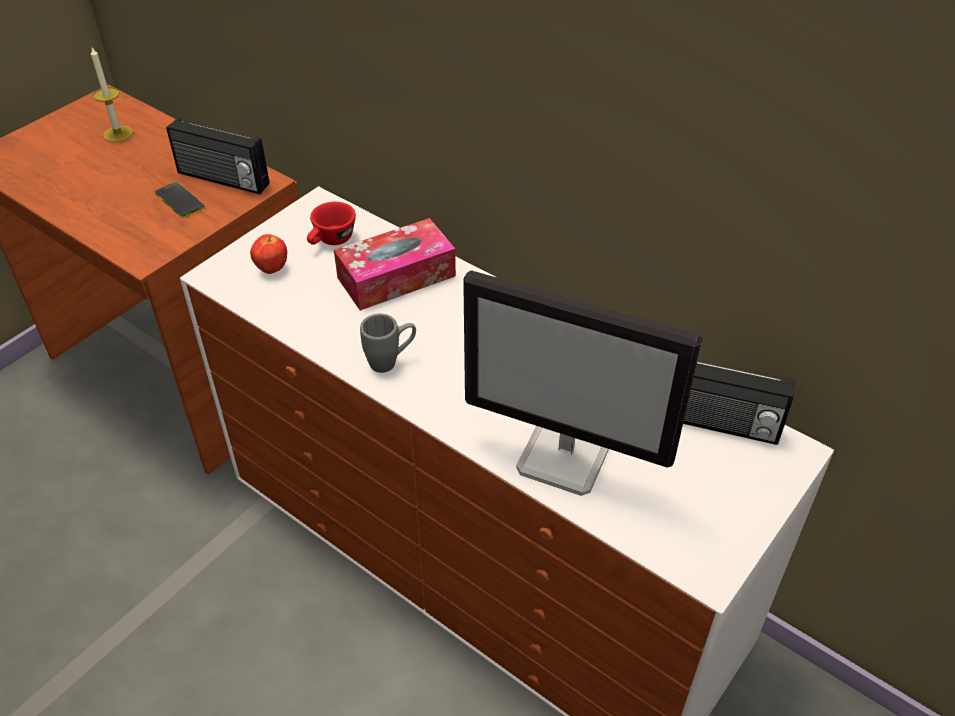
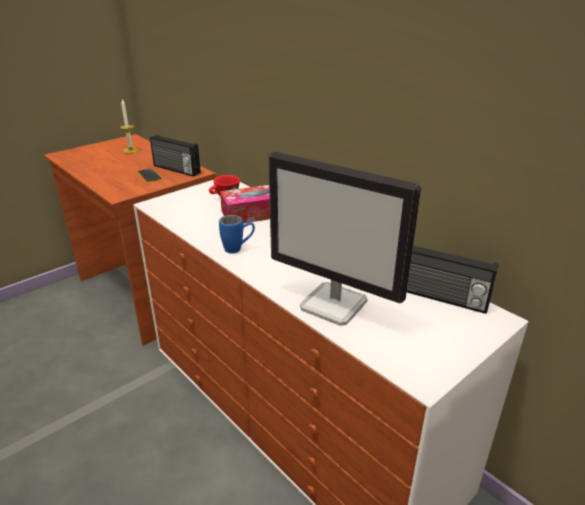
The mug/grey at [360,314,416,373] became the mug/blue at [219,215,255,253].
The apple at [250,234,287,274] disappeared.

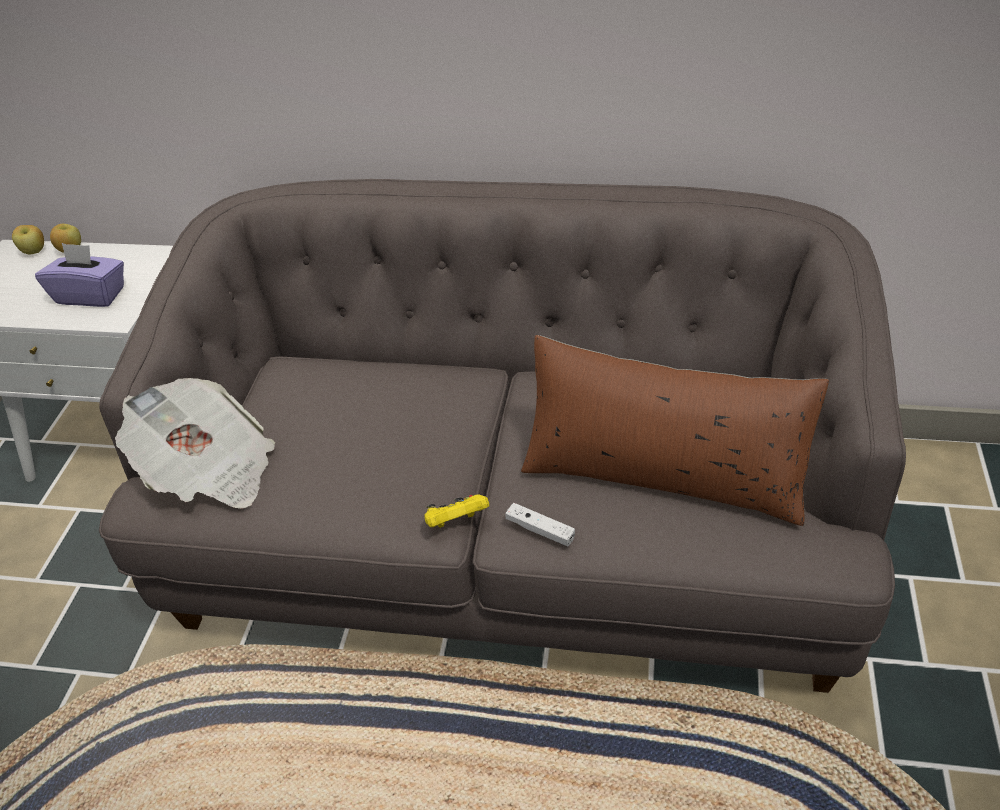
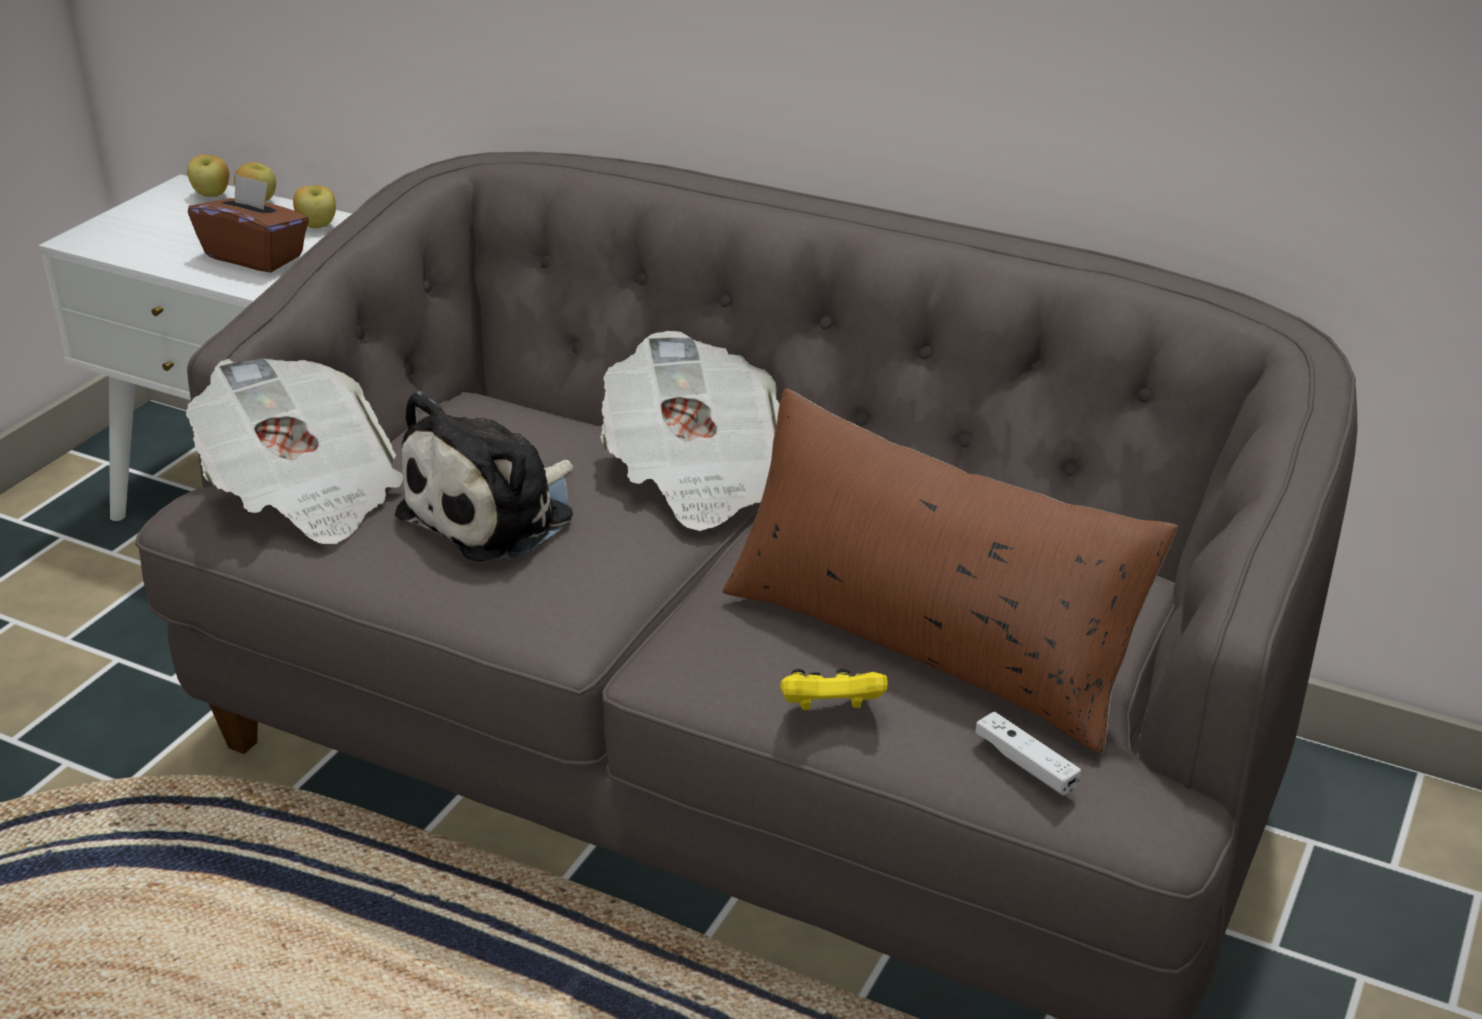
The tissue box/purple at [35,243,124,307] became the tissue box/brown at [188,174,309,273].
The apple at [293,185,336,228] appeared.
The plush toy at [395,391,573,562] appeared.
The newspaper at [600,331,779,531] appeared.
The game controller/yellow moved from [424,495,489,528] to [780,669,888,710].
The game controller/white moved from [505,503,575,546] to [975,711,1081,795].

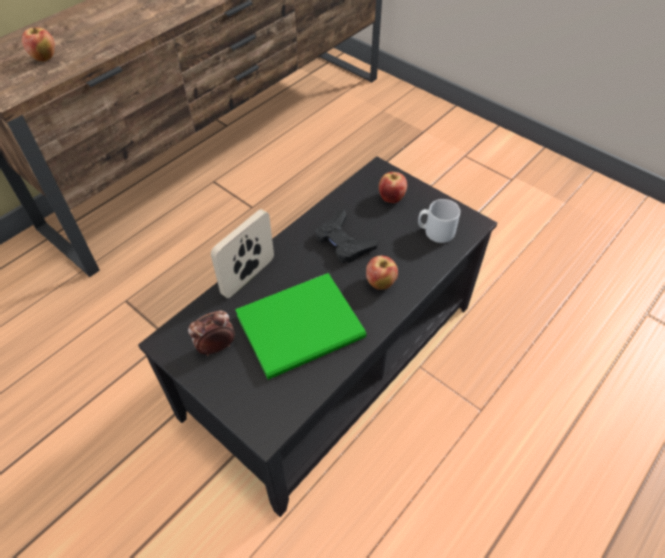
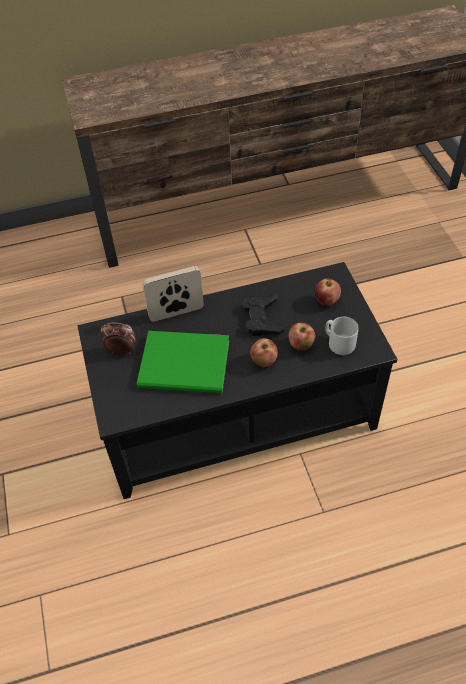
The apple moved from [22,27,55,61] to [289,323,315,351].

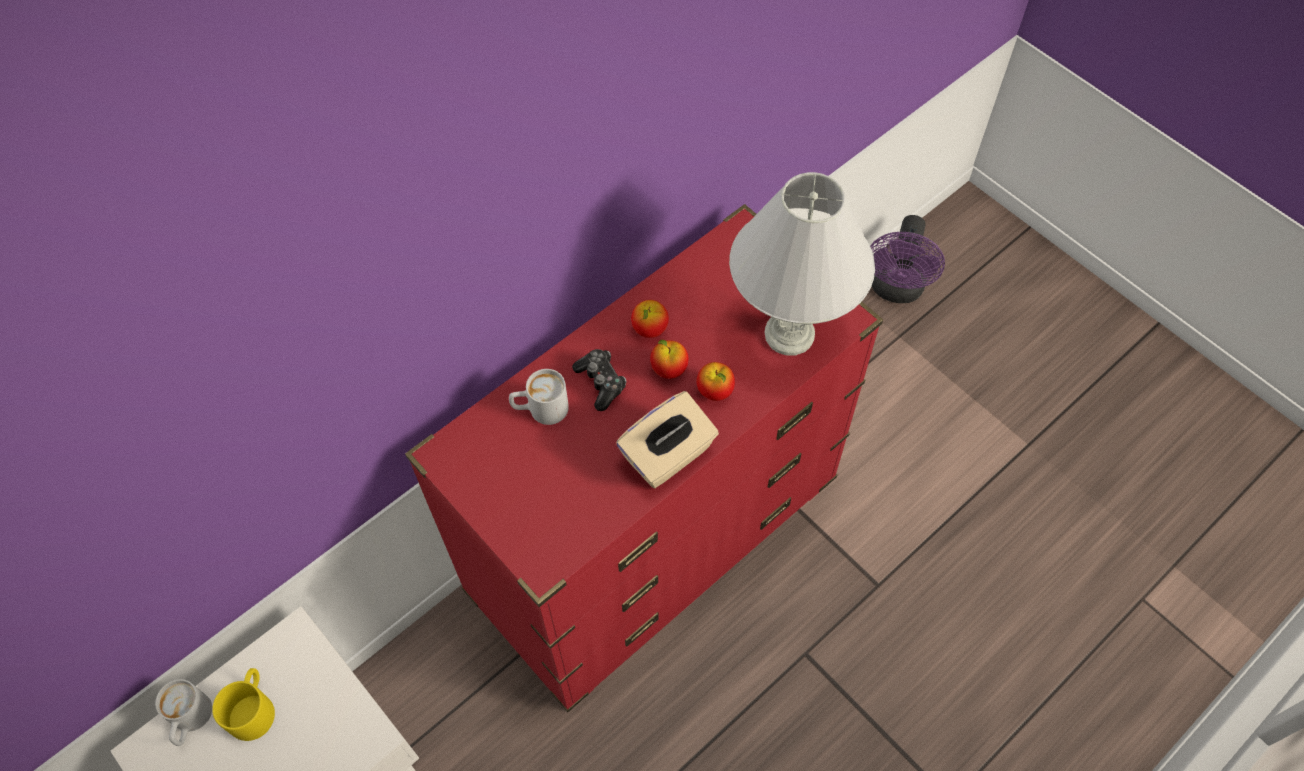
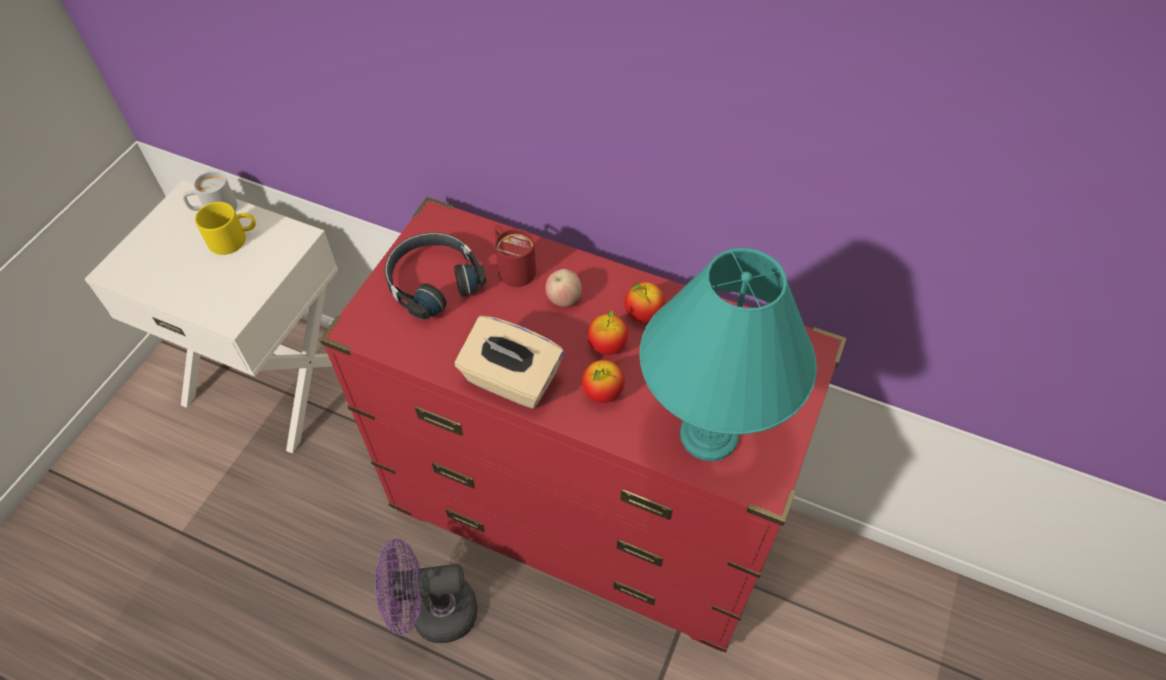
The fan/purple moved from [870,215,945,303] to [375,539,477,643].
The headphones/black at [385,232,486,320] appeared.
The mug/white at [509,369,569,425] became the mug/red at [495,226,536,287].
The game controller at [572,349,627,411] was replaced by the apple at [545,269,582,307].
The table lamp/white at [729,172,875,355] became the table lamp/turquoise at [639,248,817,461].

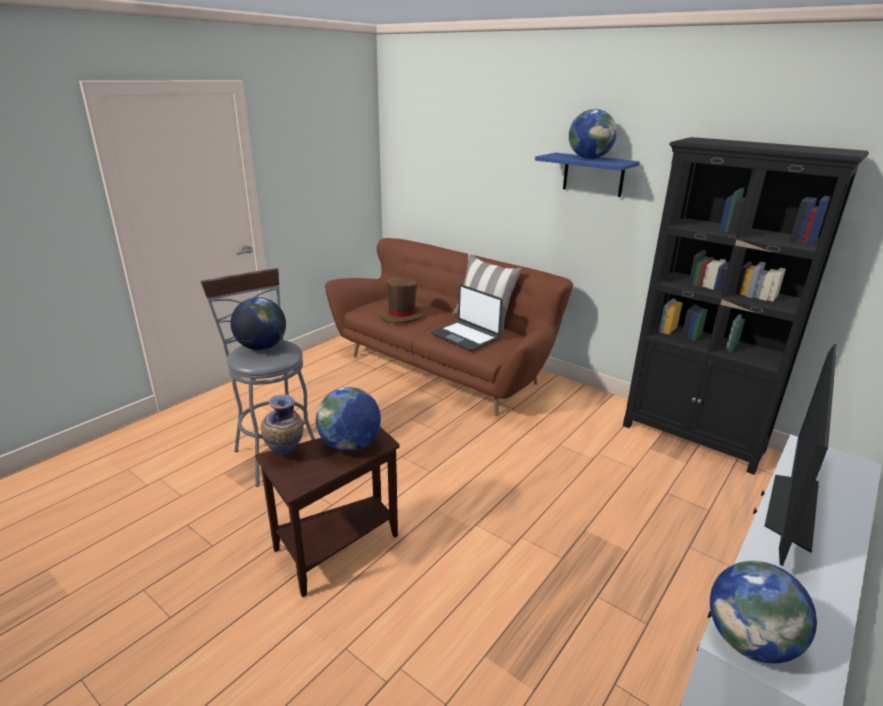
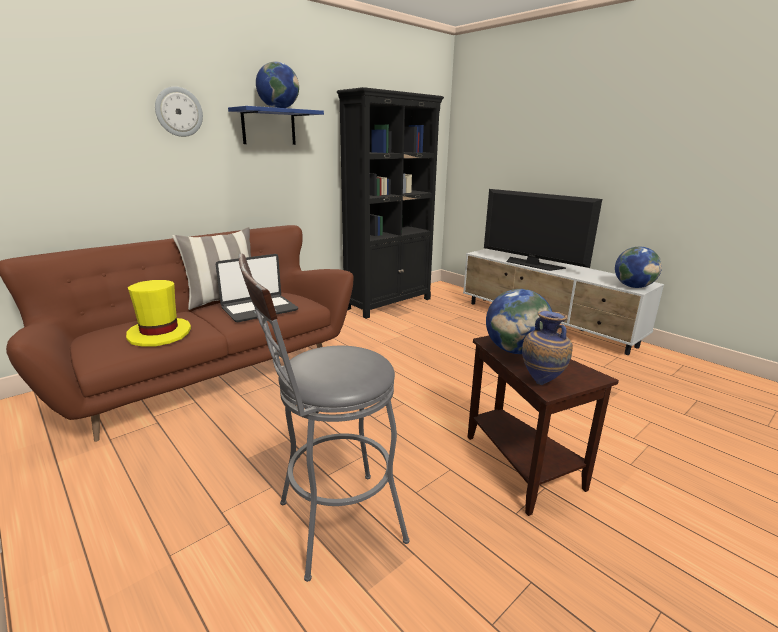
The hat/brown at [380,277,424,324] became the hat/yellow at [126,280,191,347].
The wall clock at [155,86,203,137] appeared.
The globe at [230,297,286,350] disappeared.

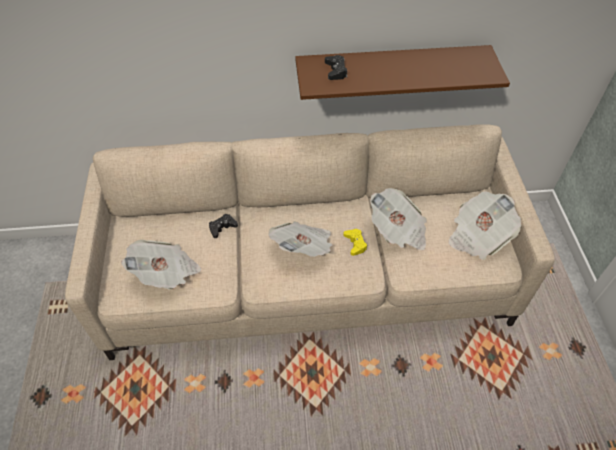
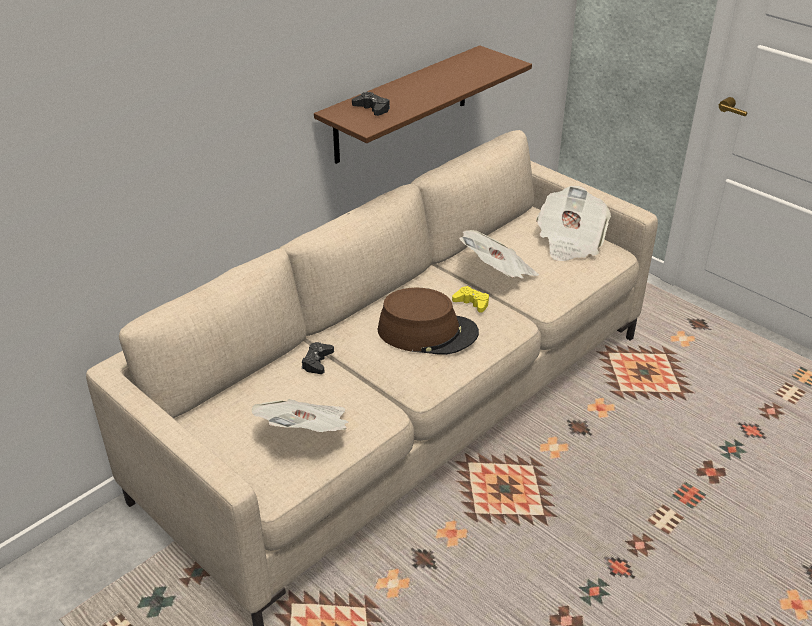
The newspaper at [269,221,332,257] was replaced by the hat/brown at [378,288,479,355].

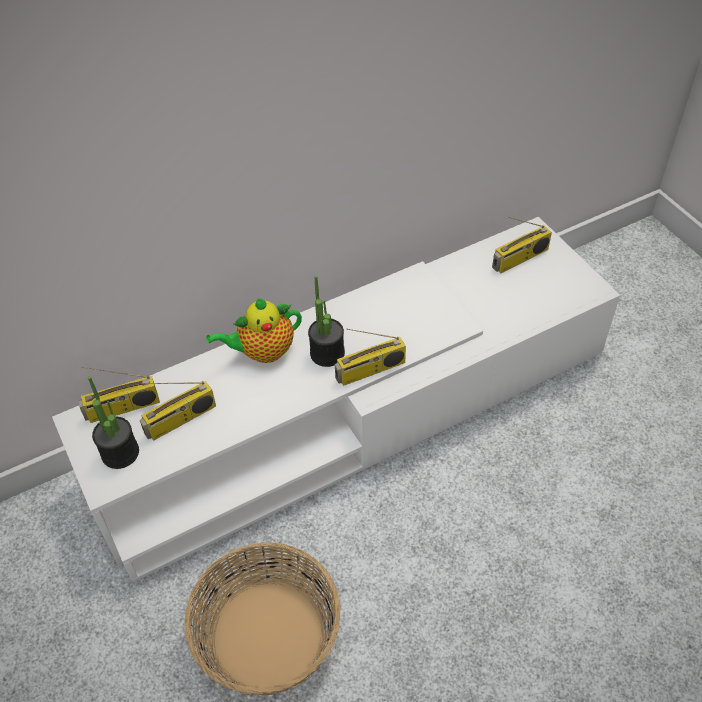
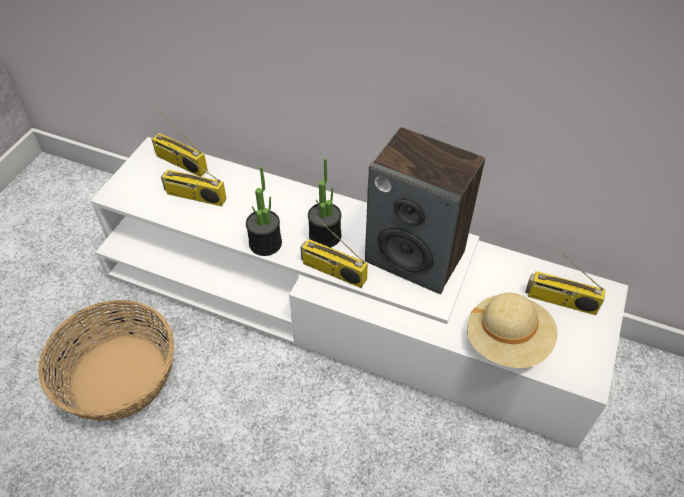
The potted plant moved from [88,377,139,469] to [246,166,282,256].
The speaker at [365,127,485,294] appeared.
The hat/beige at [467,293,558,368] appeared.
The teapot at [206,298,302,363] disappeared.

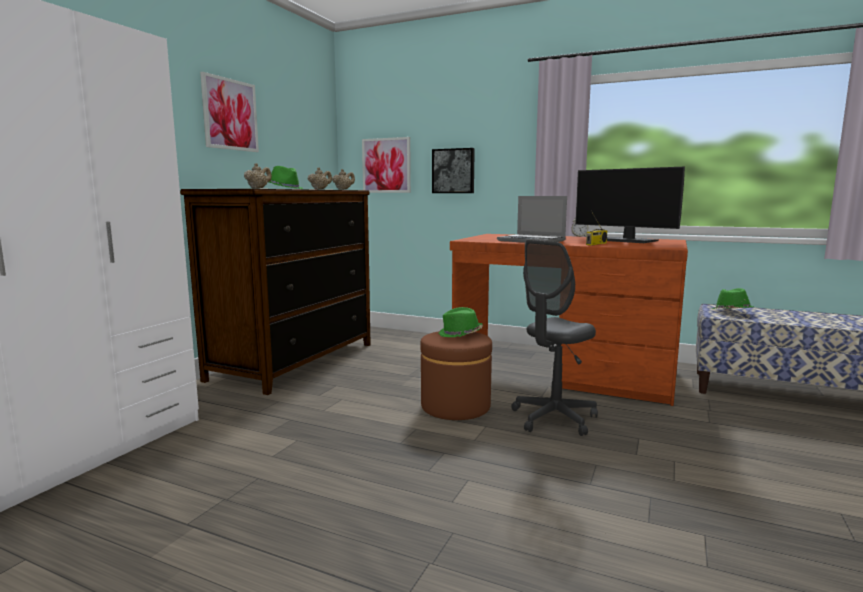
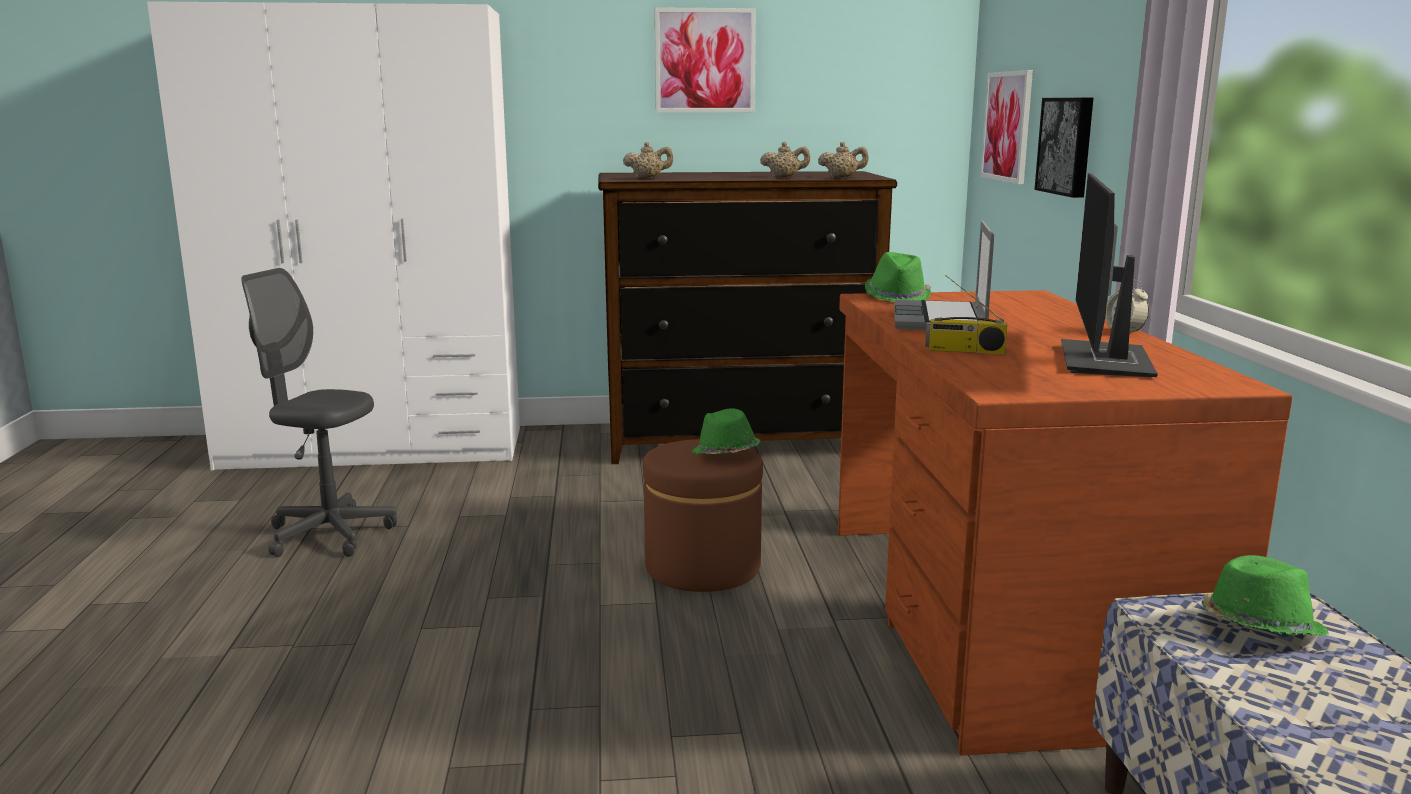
The office chair/grey moved from [511,240,598,436] to [241,268,397,557].
The hat/green moved from [269,166,303,189] to [865,252,931,302].

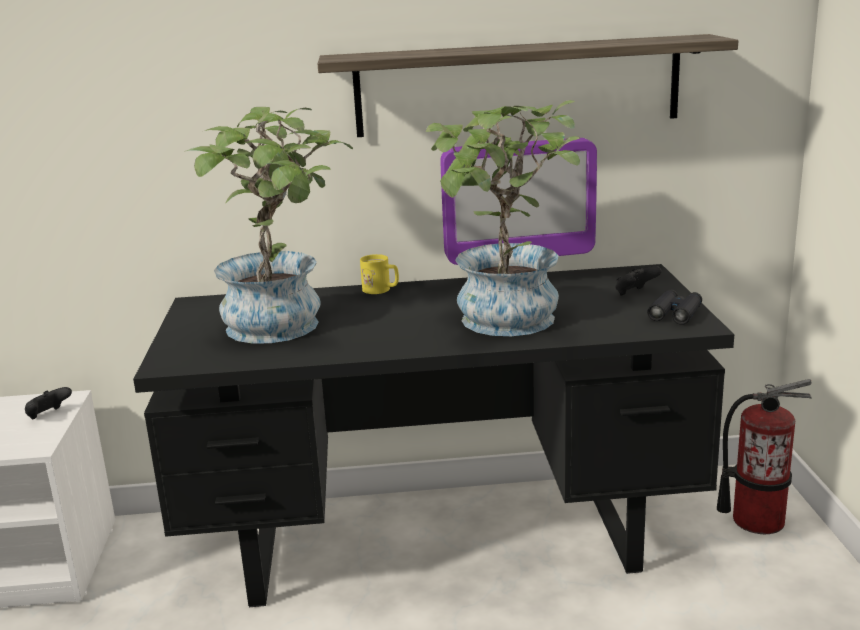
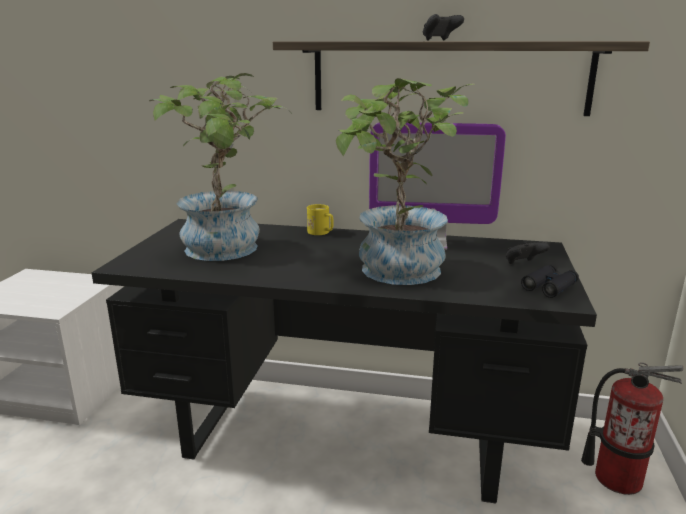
The game controller/black moved from [25,387,72,419] to [423,14,464,41].

